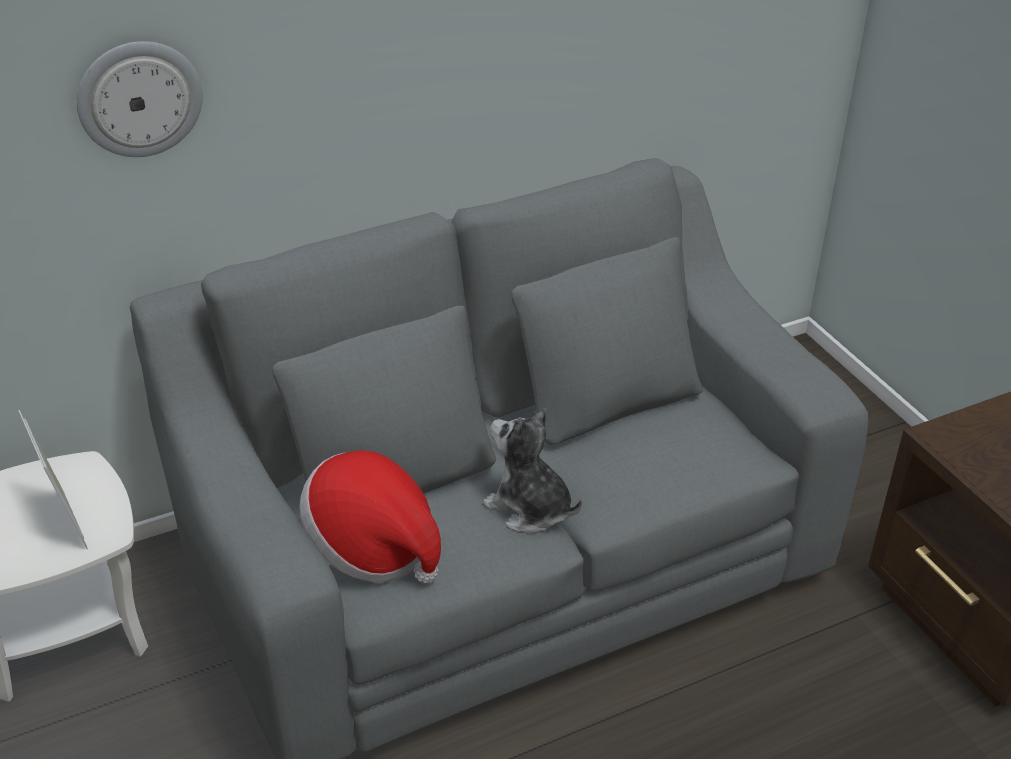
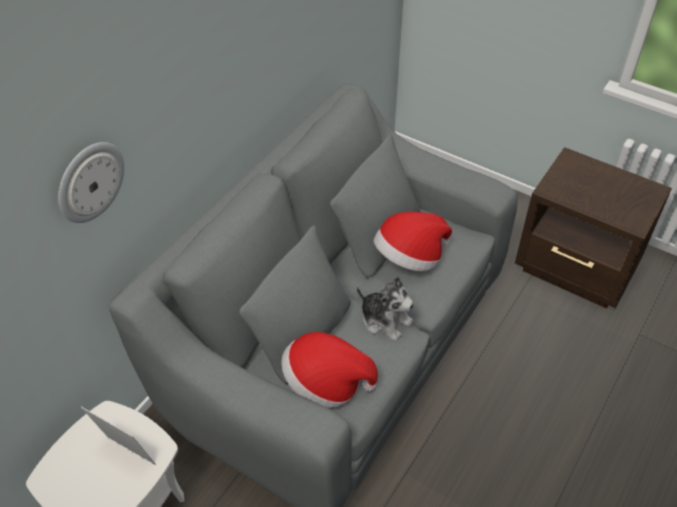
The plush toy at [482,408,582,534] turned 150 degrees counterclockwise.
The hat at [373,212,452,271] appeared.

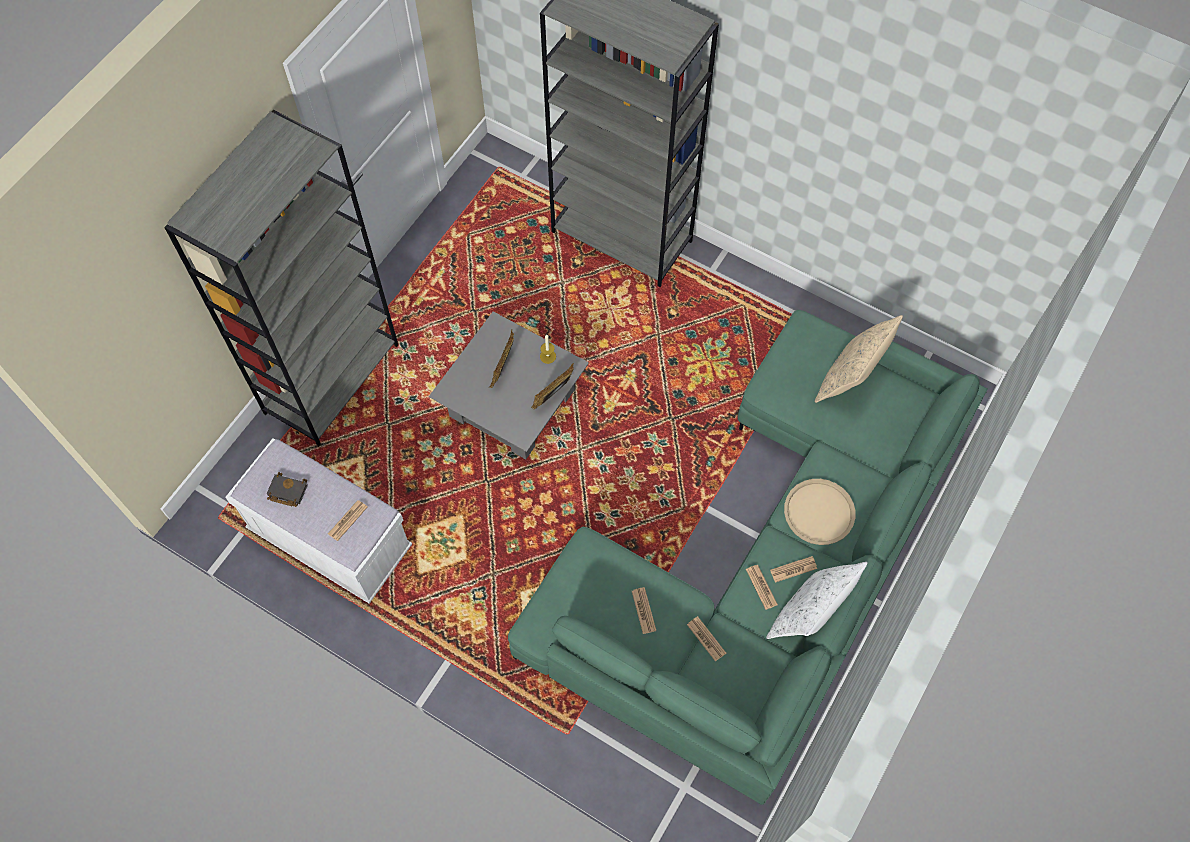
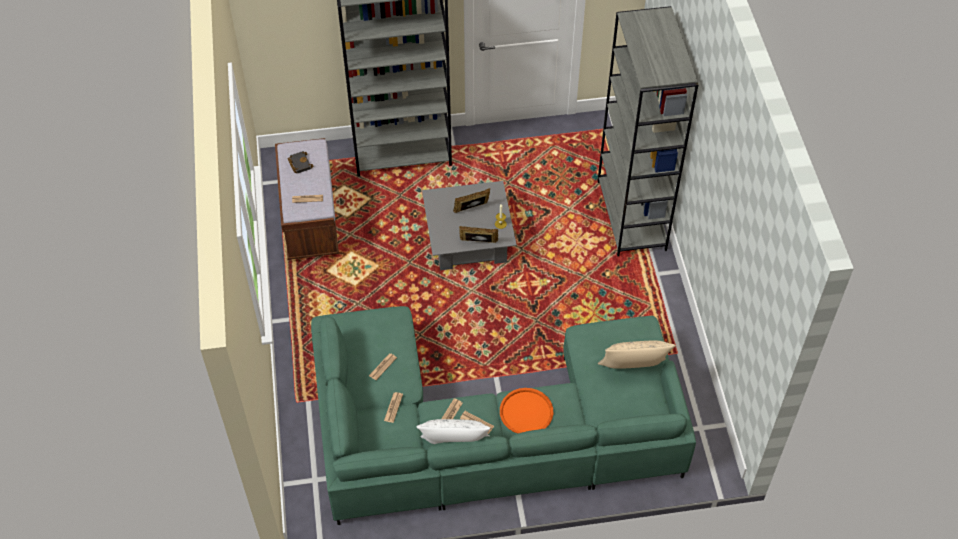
The bench/white at [225,438,412,604] became the bench/brown at [275,138,339,260].
The tray/beige at [784,479,855,545] became the tray/orange at [500,388,553,433].

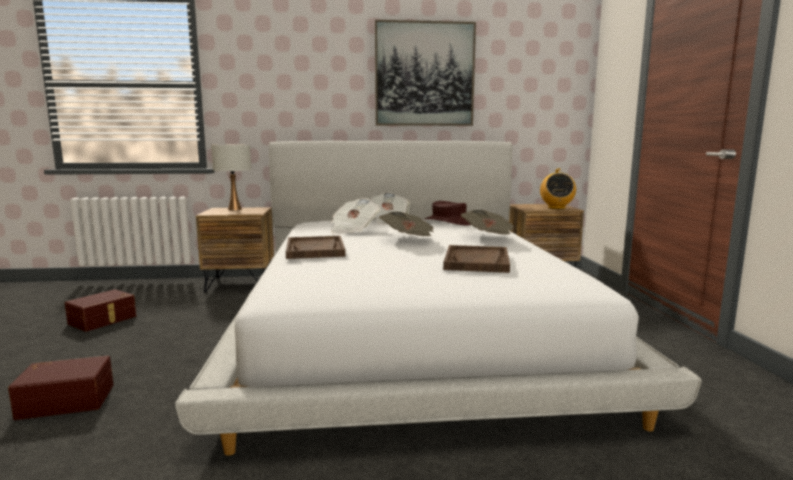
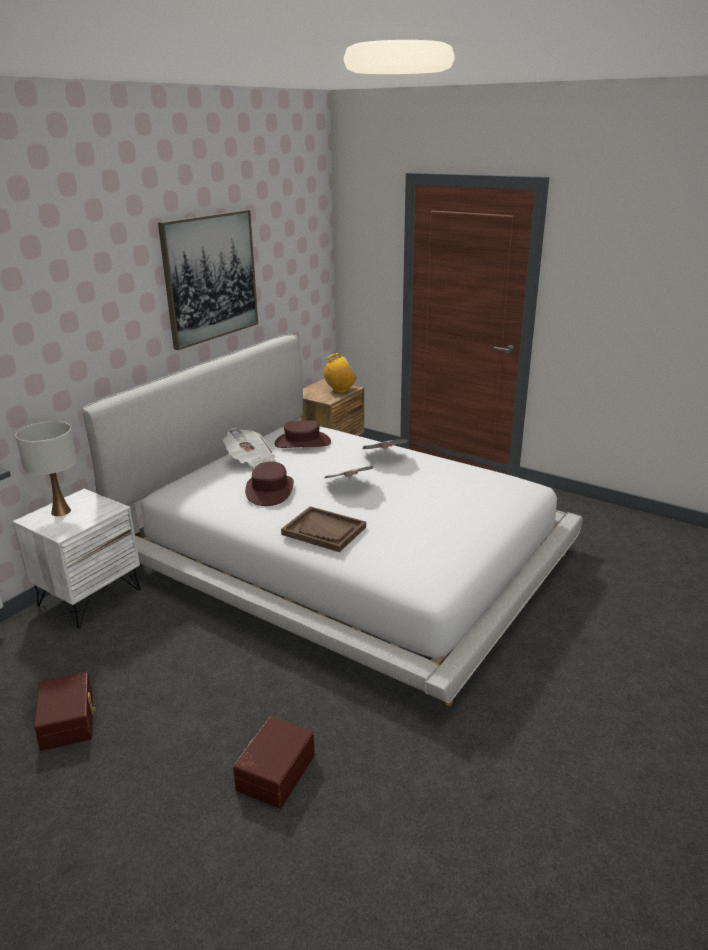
The nightstand/brown at [196,207,274,292] became the nightstand/white at [13,489,141,628].
The newspaper at [331,198,380,234] was replaced by the hat/brown at [245,461,294,506].
The radio at [540,169,576,209] turned 60 degrees counterclockwise.
The tray/brown at [443,245,510,273] disappeared.

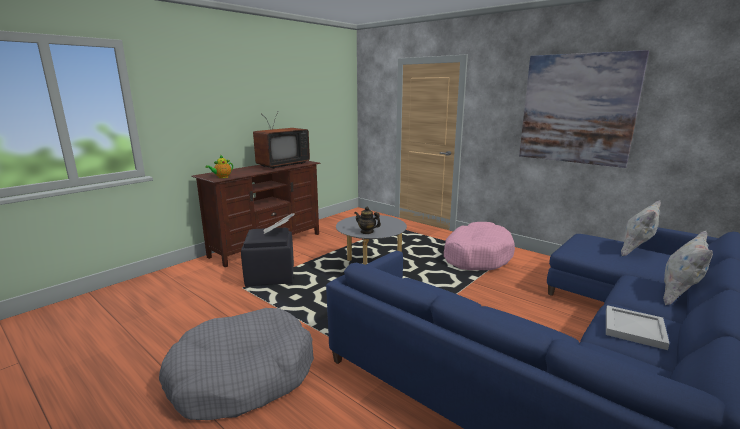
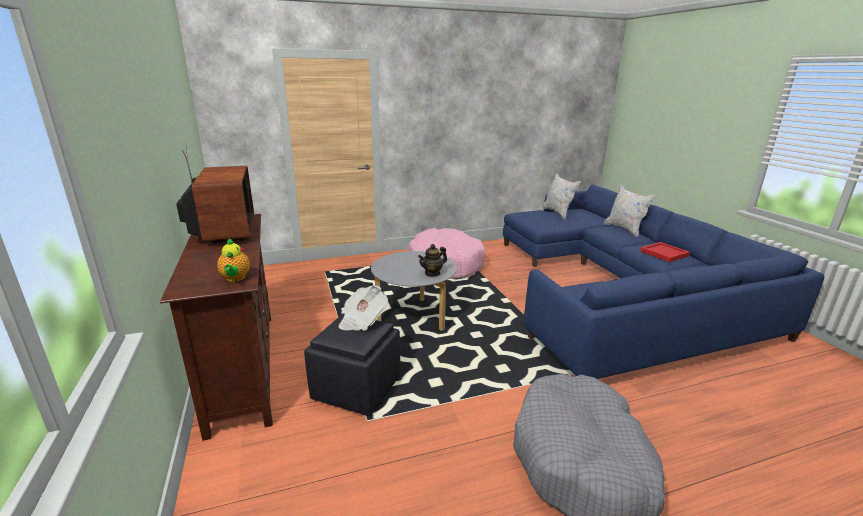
The tray/white at [606,305,670,350] became the tray/red at [640,242,690,262].
The picture at [519,50,649,168] disappeared.

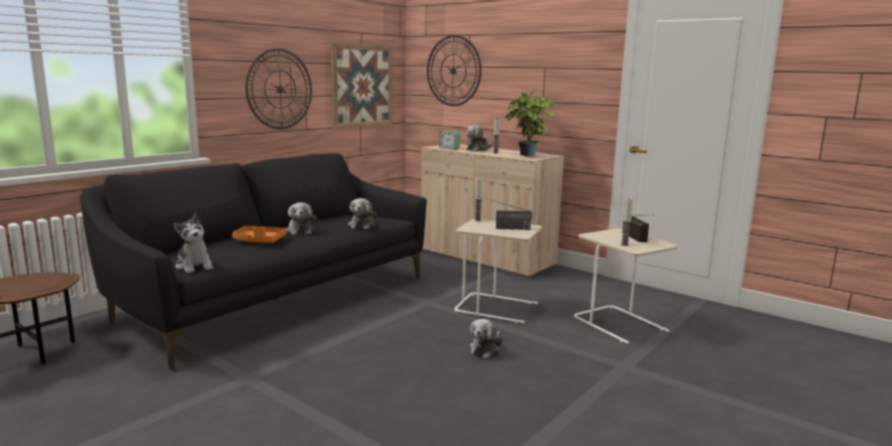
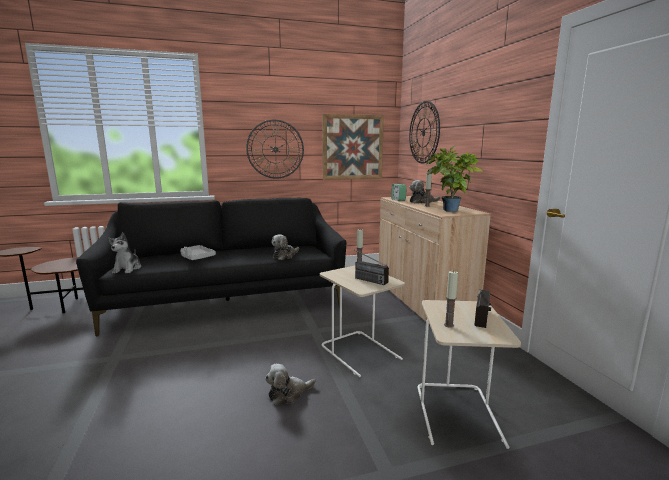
The tray/orange at [232,226,287,243] became the tray/grey at [181,245,216,260].
The plush toy at [286,202,317,235] disappeared.

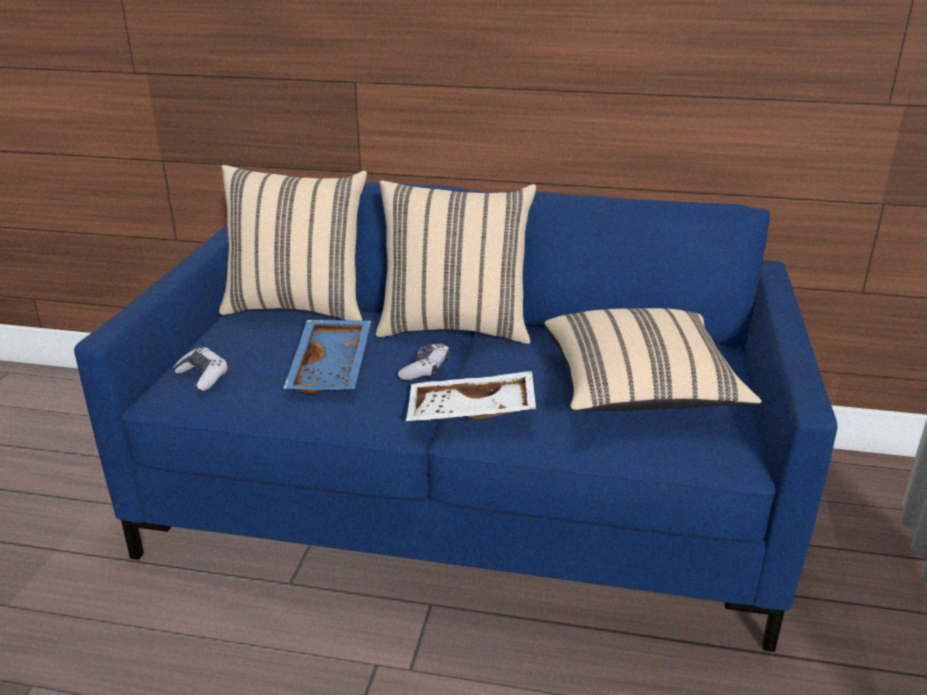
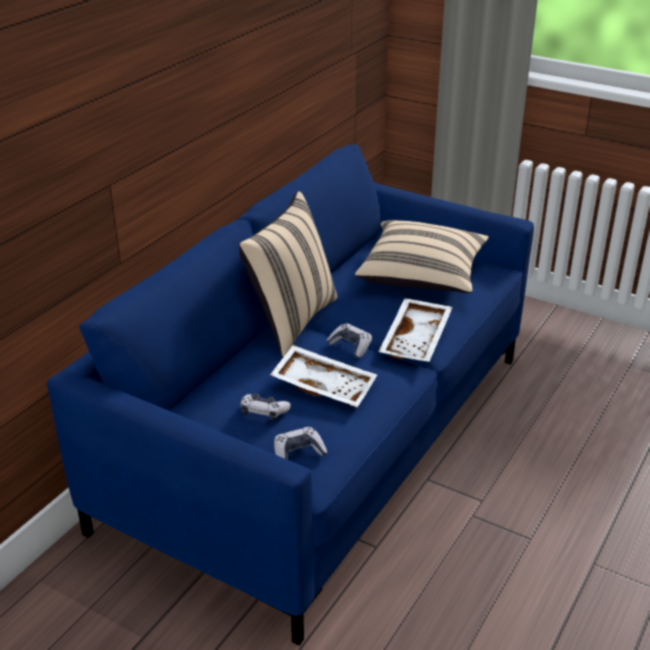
The game controller at [241,394,291,421] appeared.
The tray/blue at [283,320,371,394] became the tray/white at [270,345,377,408].
The pillow/beige at [219,165,367,321] disappeared.

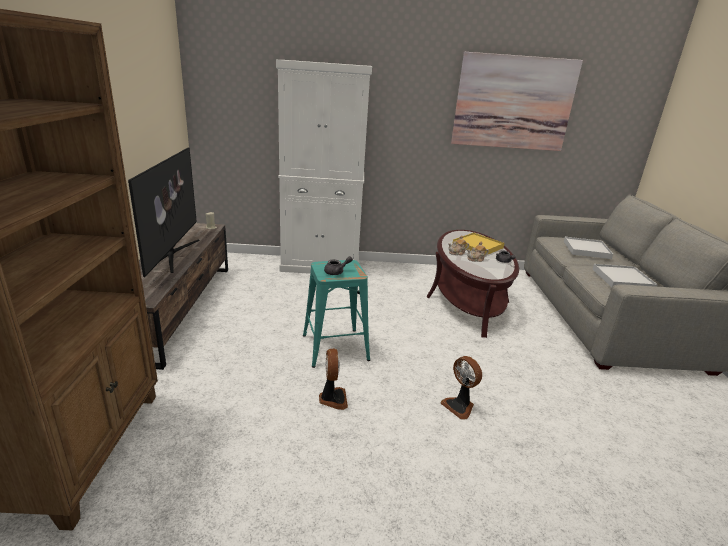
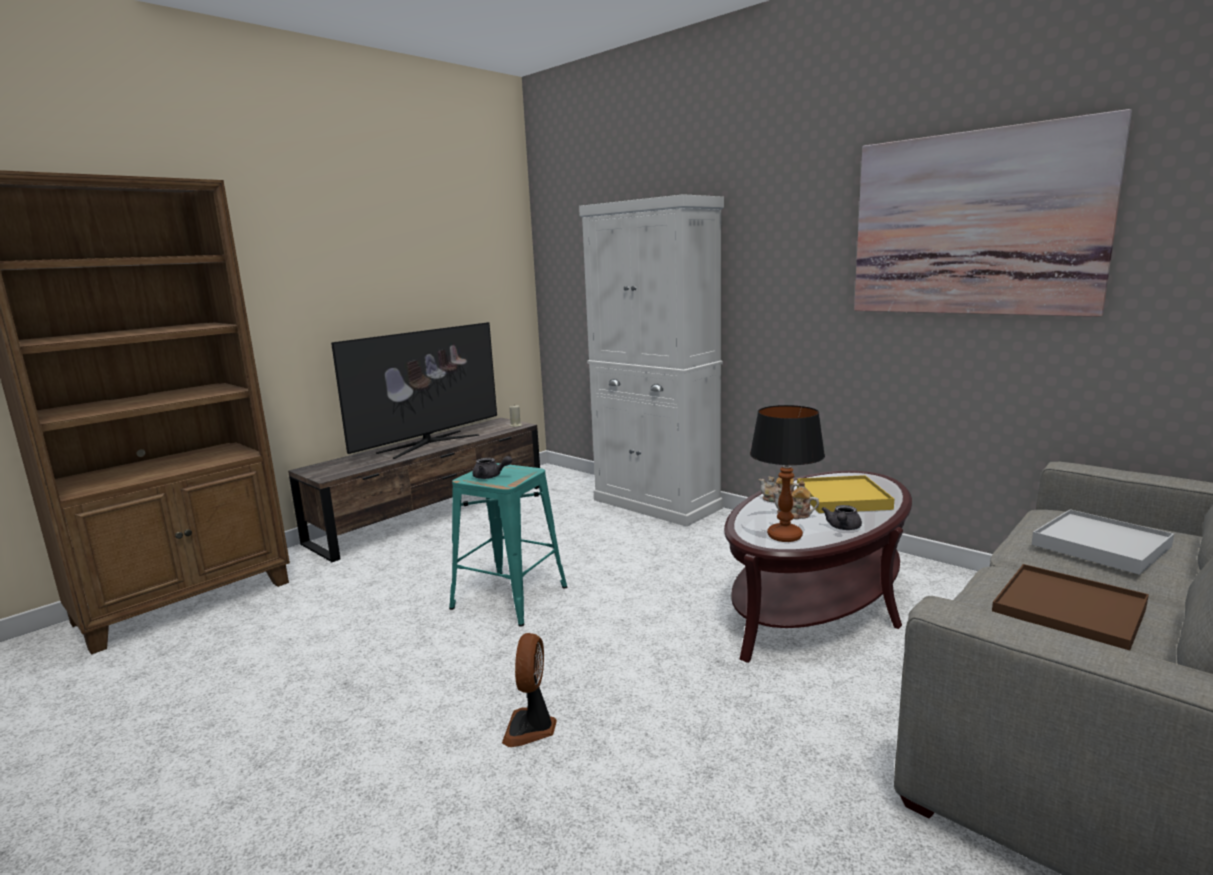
The table lamp at [750,405,825,542] appeared.
The tray/white at [593,264,658,287] became the tray/brown at [992,564,1149,650].
The fan at [319,349,348,410] disappeared.

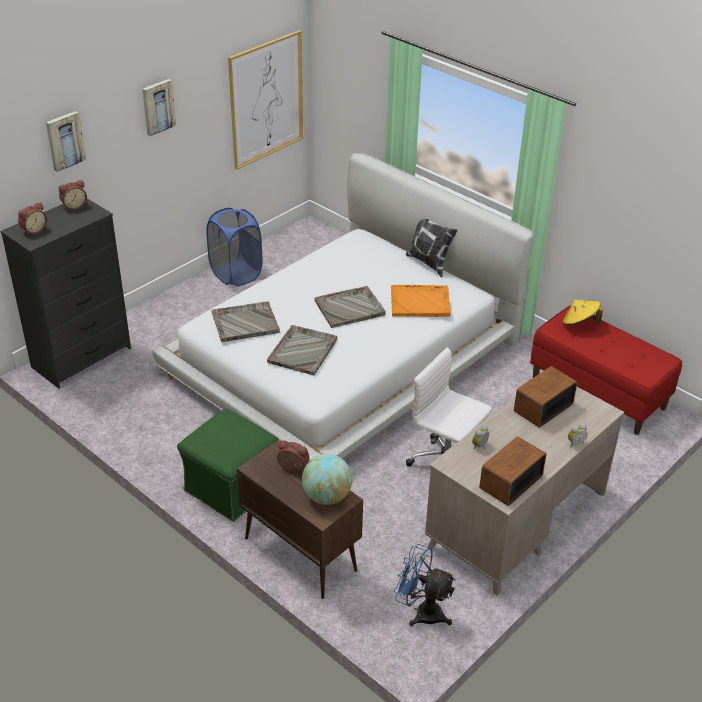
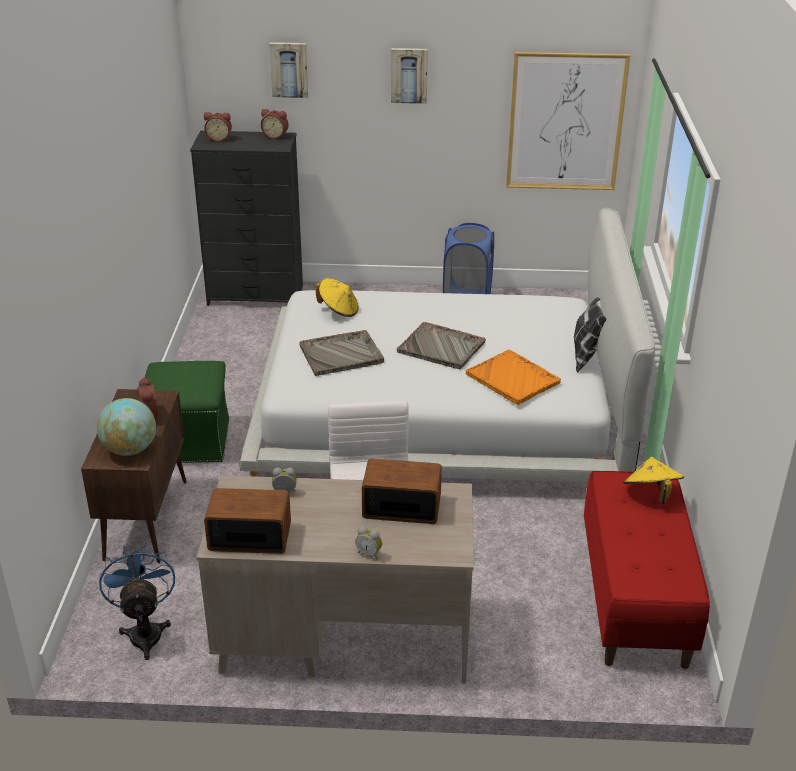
The tray/grey at [211,301,280,342] was replaced by the hat/yellow at [316,278,359,317].

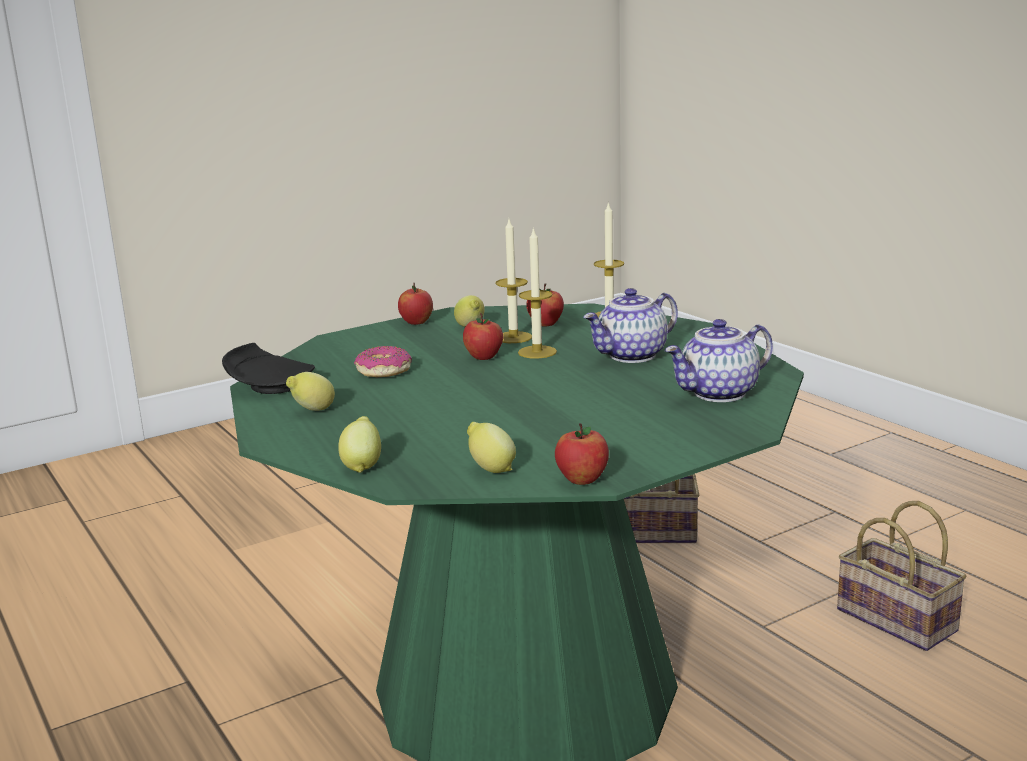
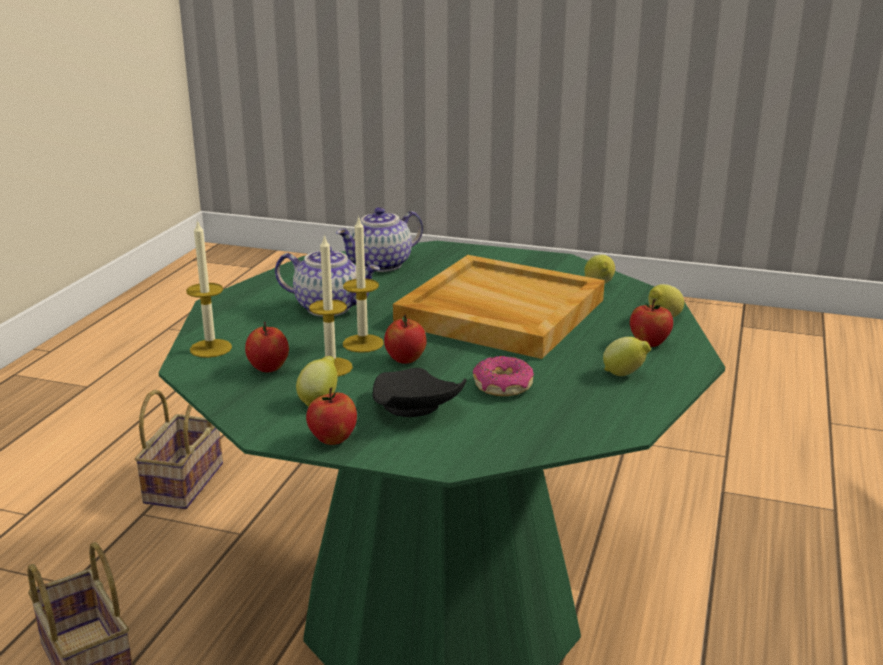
The teapot at [664,319,773,402] turned 120 degrees clockwise.
The plate/black moved from [222,343,315,394] to [373,368,467,417].
The tray/beige at [393,255,605,359] appeared.
The apple moved from [555,423,609,485] to [630,299,673,347].

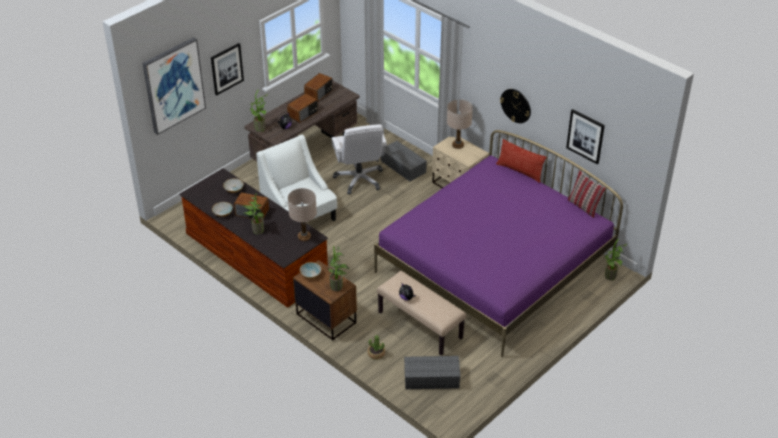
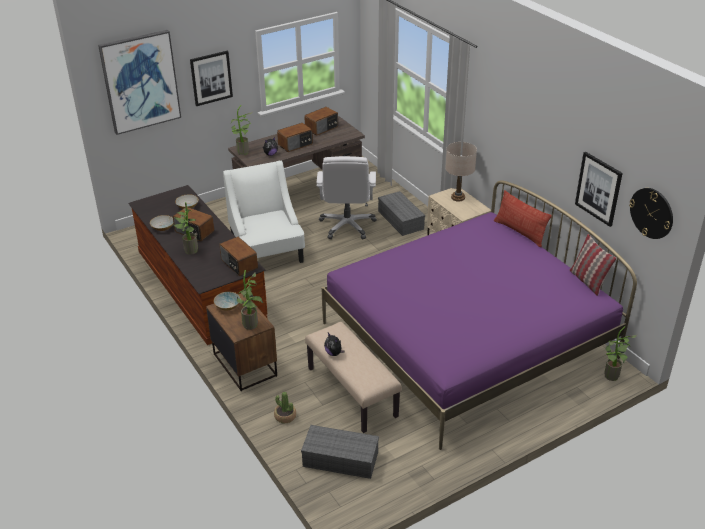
The table lamp/beige at [288,188,317,241] was replaced by the radio at [219,237,258,276].
The wall clock moved from [500,89,531,123] to [629,188,673,239].

